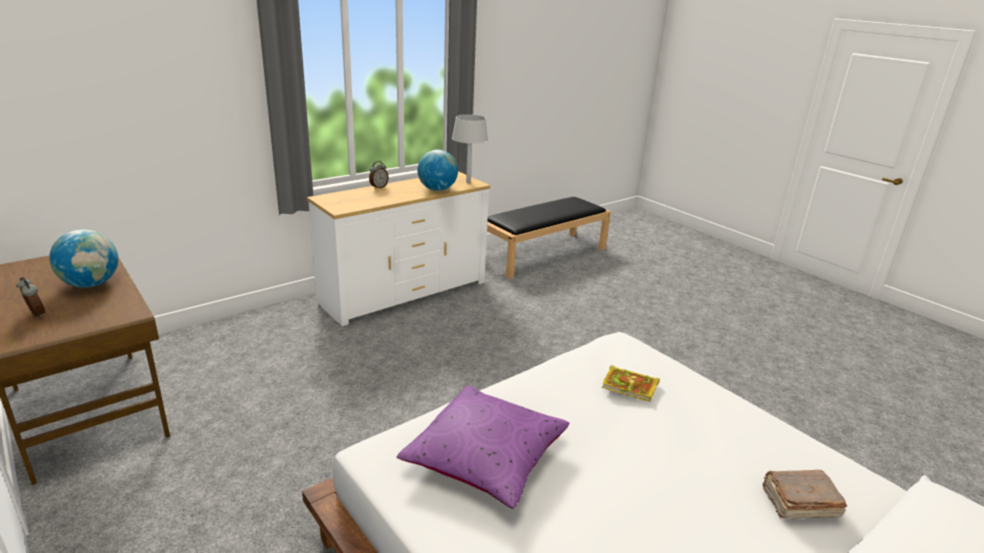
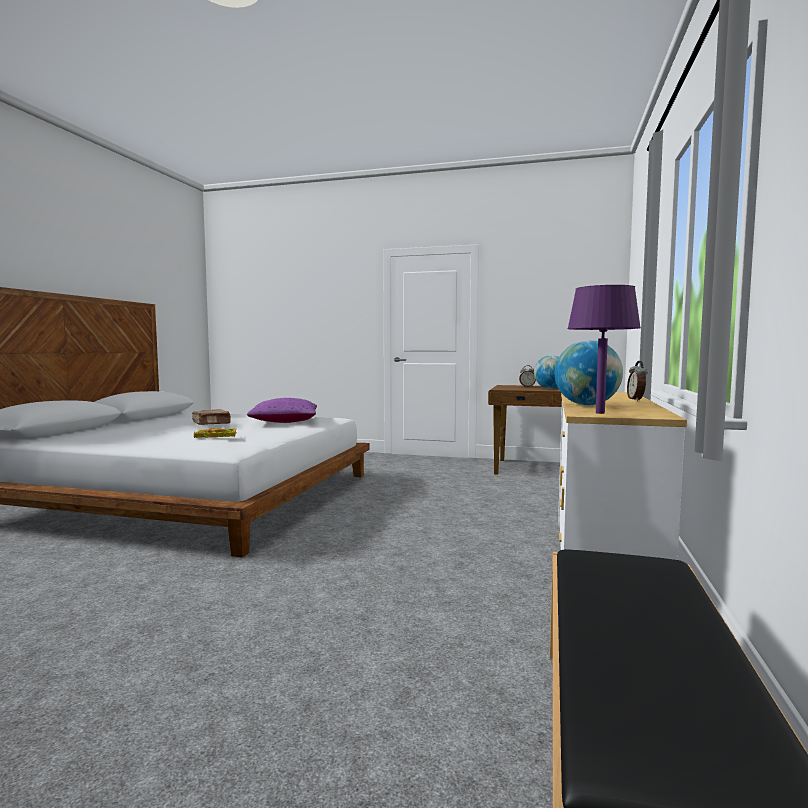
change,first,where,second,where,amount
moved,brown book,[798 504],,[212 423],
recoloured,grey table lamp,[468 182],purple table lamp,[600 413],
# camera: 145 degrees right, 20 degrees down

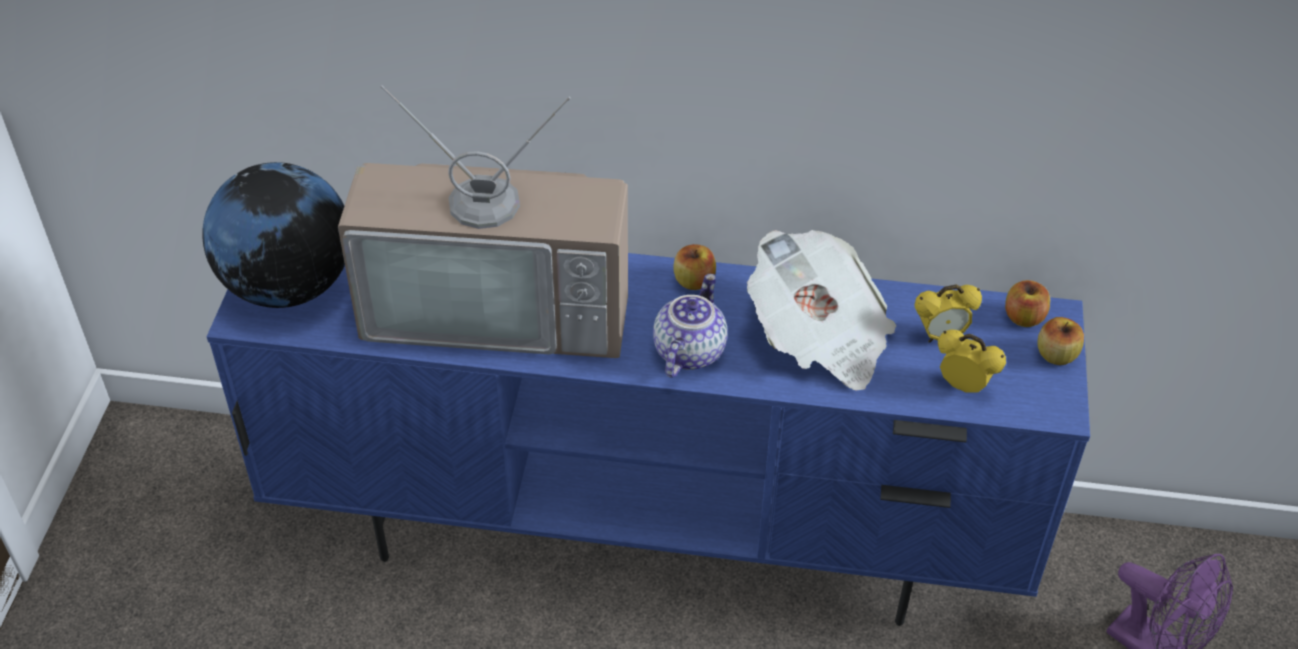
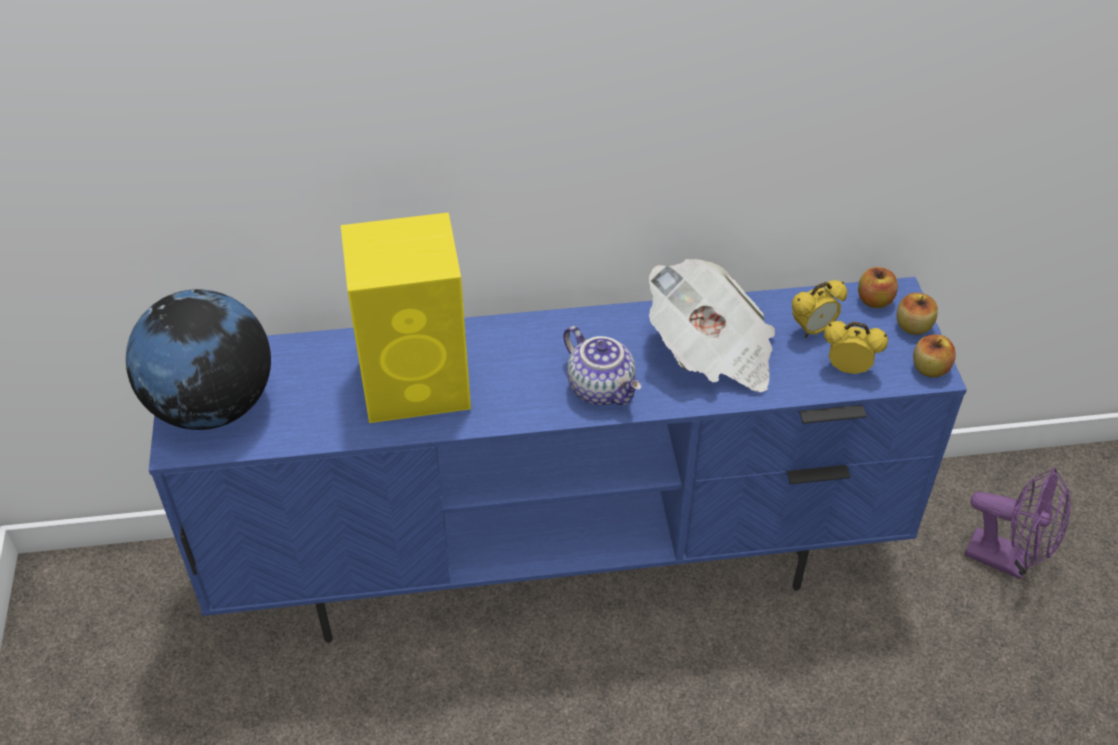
change,first,where,second,where,amount
replaced,television,[500 304],yellow speaker,[418 382],
turned,teapot,[688 351],,[602 388],135 degrees clockwise
moved,apple,[694 281],,[930 369],
# camera: 15 degrees left, 0 degrees up

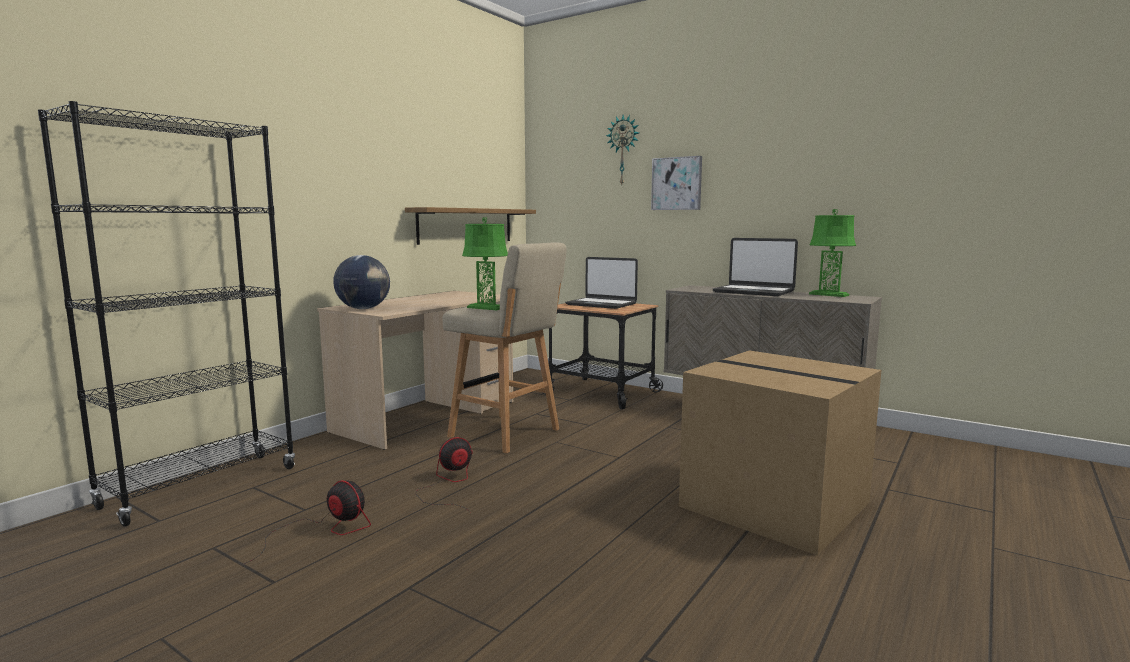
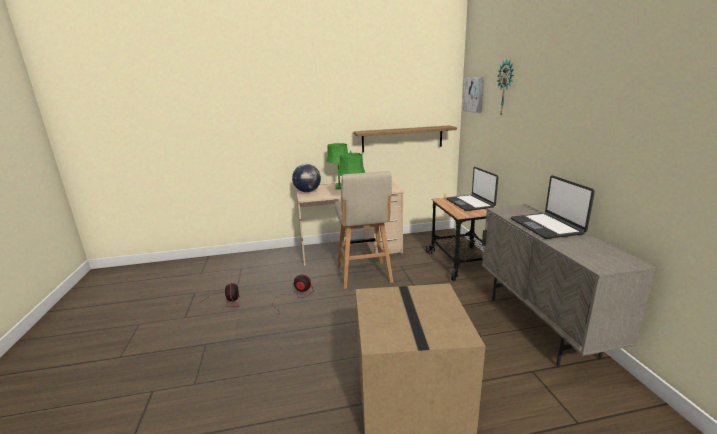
change,first,where,second,where,amount
moved,green table lamp,[828 295],,[339 186],
moved,picture,[677 183],,[474 94],
removed,black bookcase,[201 487],,,
# camera: 45 degrees right, 10 degrees up

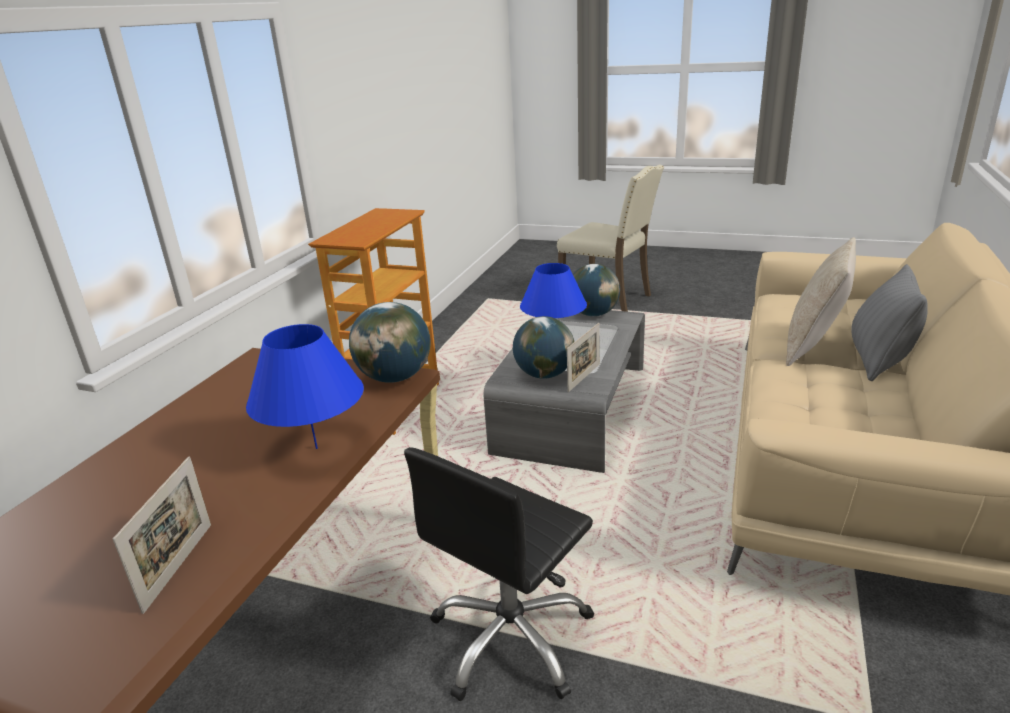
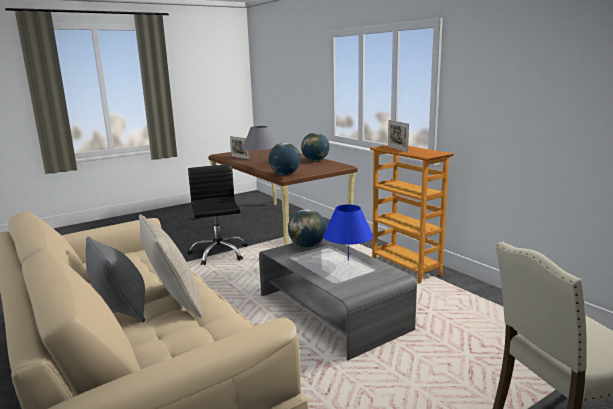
change,first,where,second,where,amount
recoloured,blue table lamp,[316 448],grey table lamp,[261 166],
moved,globe,[593 314],,[315 160],
moved,picture frame,[583 378],,[397 149],
# camera: 125 degrees right, 10 degrees down

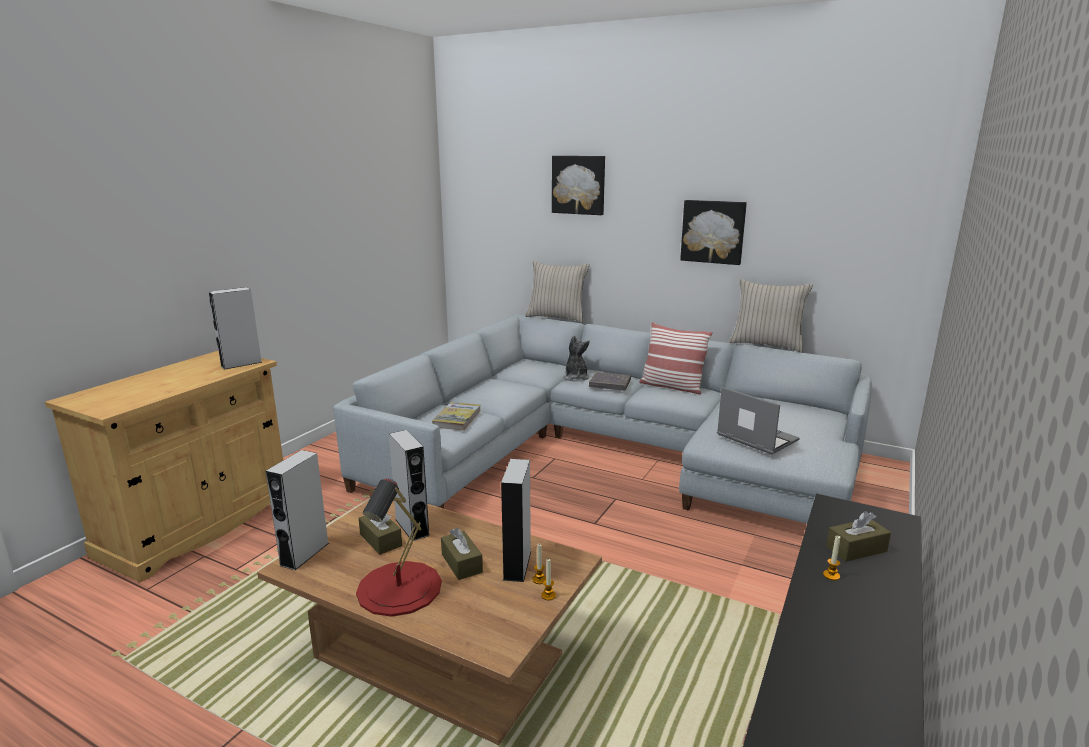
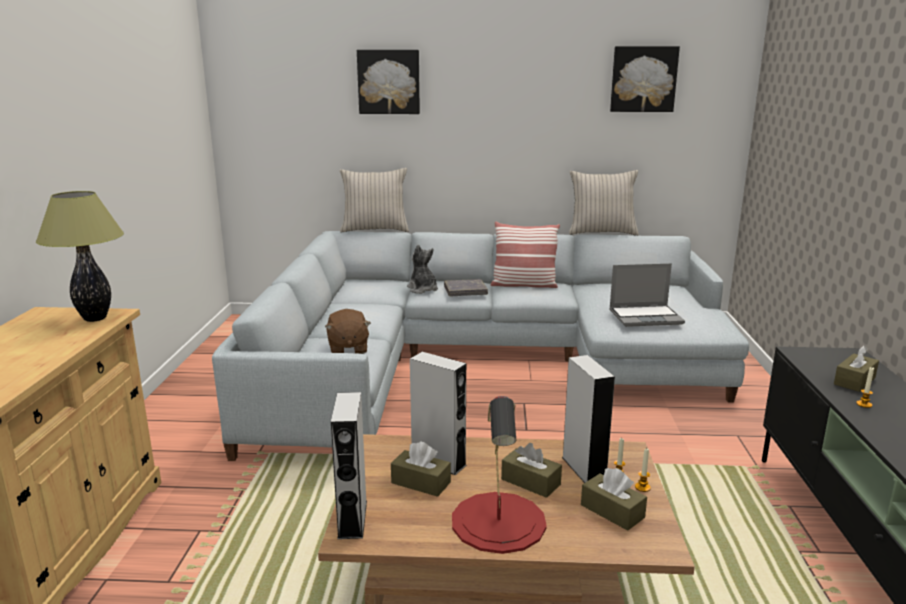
change,first,where,second,where,amount
replaced,grey speaker,[241 364],table lamp,[96 318],
replaced,book,[457 418],brown plush toy,[348 349],
added,,,brown tissue box,[612 511],
turned,laptop,[755 438],,[646 317],150 degrees clockwise
moved,picture,[713 231],,[643 79],
# camera: 25 degrees left, 0 degrees up

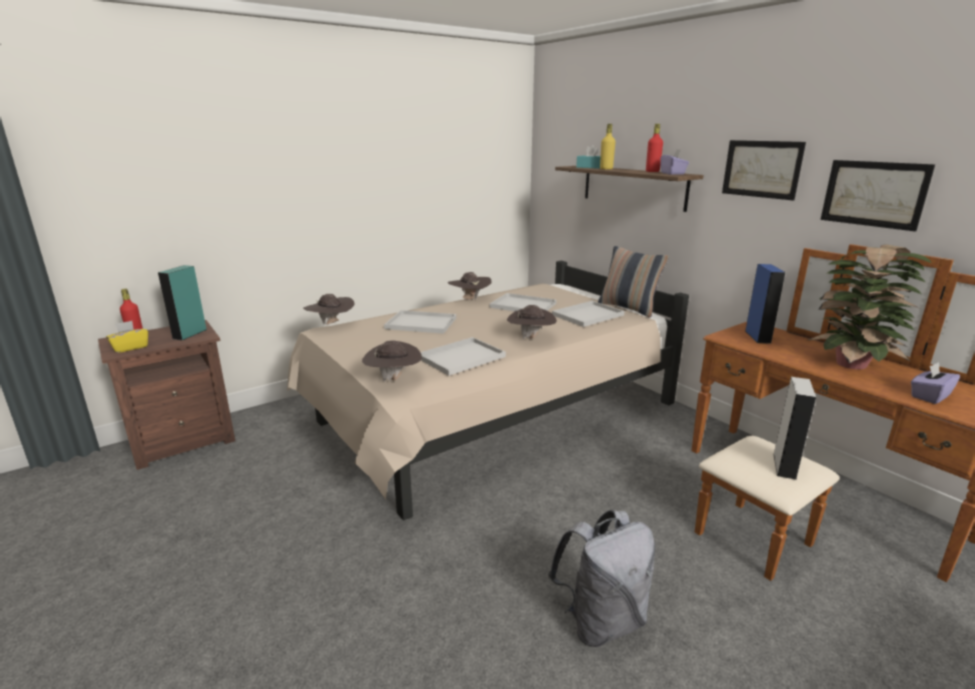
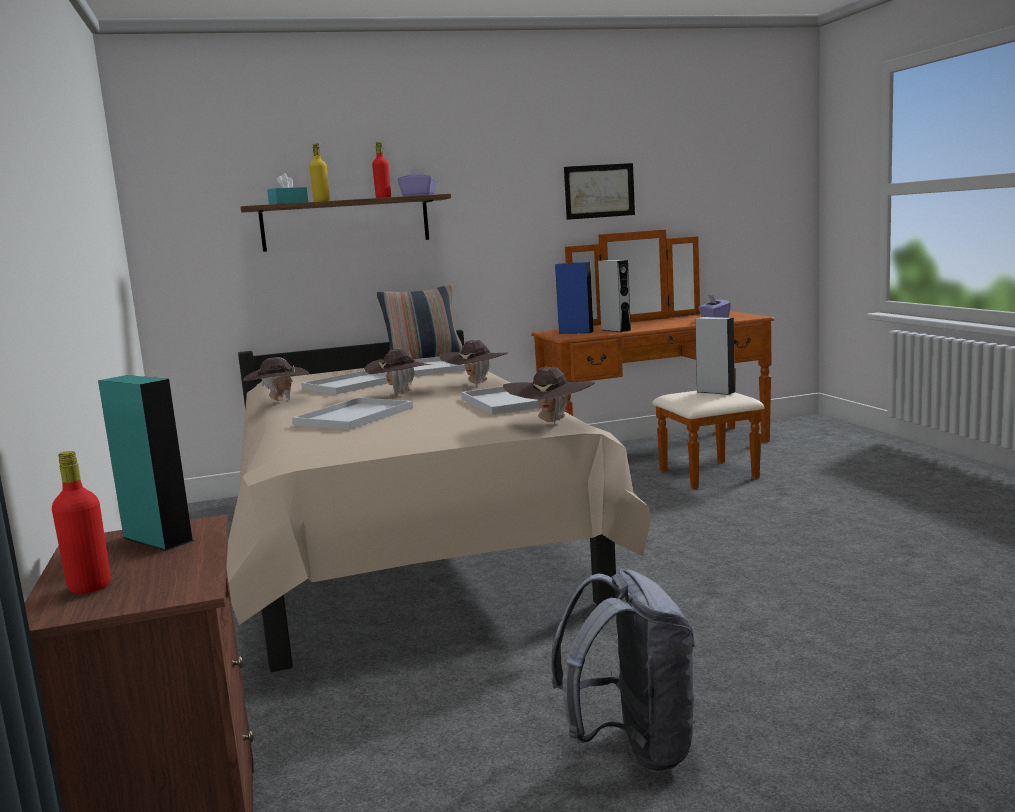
change,first,where,second,where,amount
moved,brown hat,[331 325],,[401 394],
moved,grey backpack,[601 620],,[632 748],
added,,,grey speaker,[615 330],
removed,yellow tissue box,[130 347],,,
removed,picture,[761 169],,,
removed,potted plant,[851 365],,,
# camera: 70 degrees left, 10 degrees down

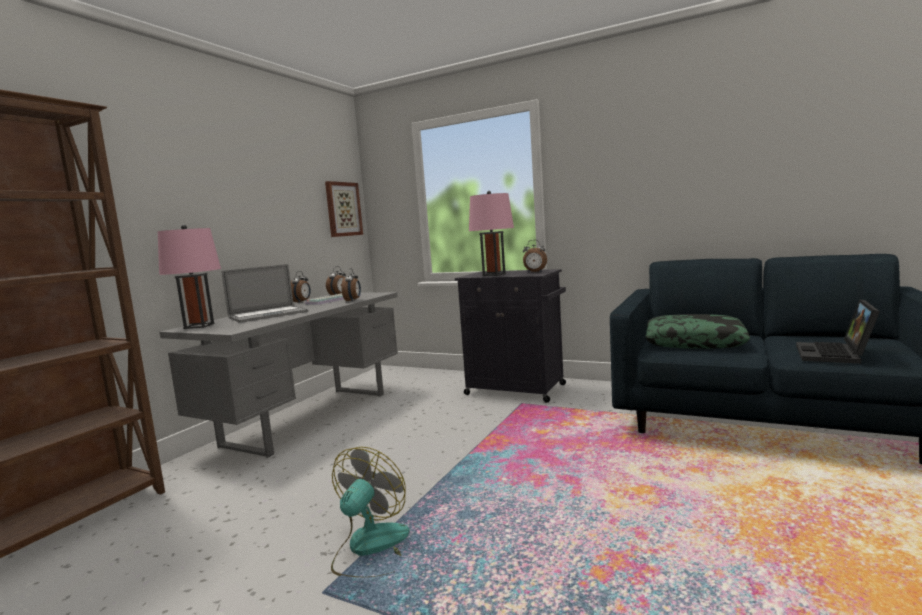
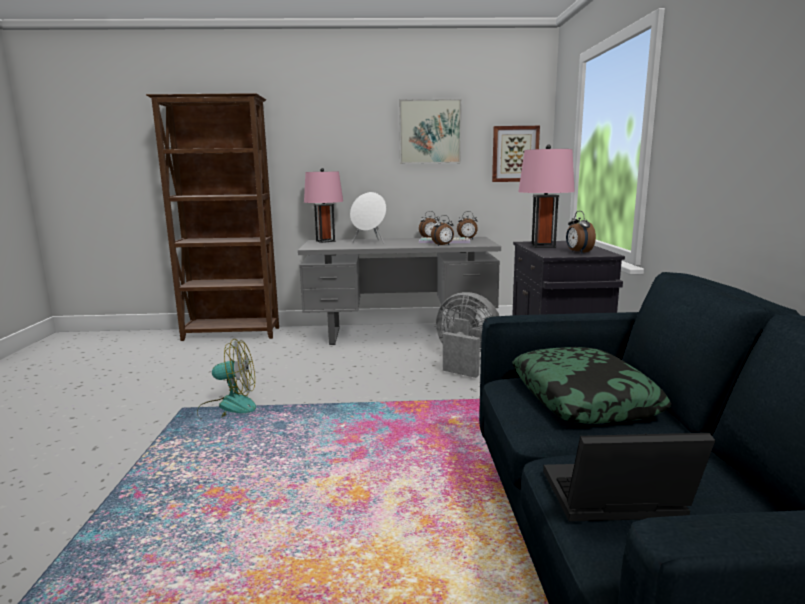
change,first,where,second,where,amount
replaced,laptop,[268 314],white speaker,[370 243],
added,,,picture,[430 131],
added,,,grey fan,[465 362],
# camera: 60 degrees right, 5 degrees up

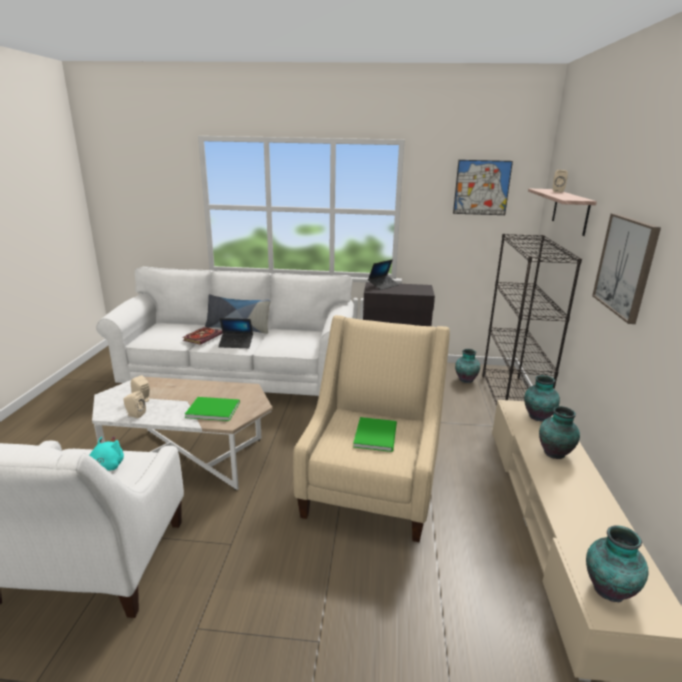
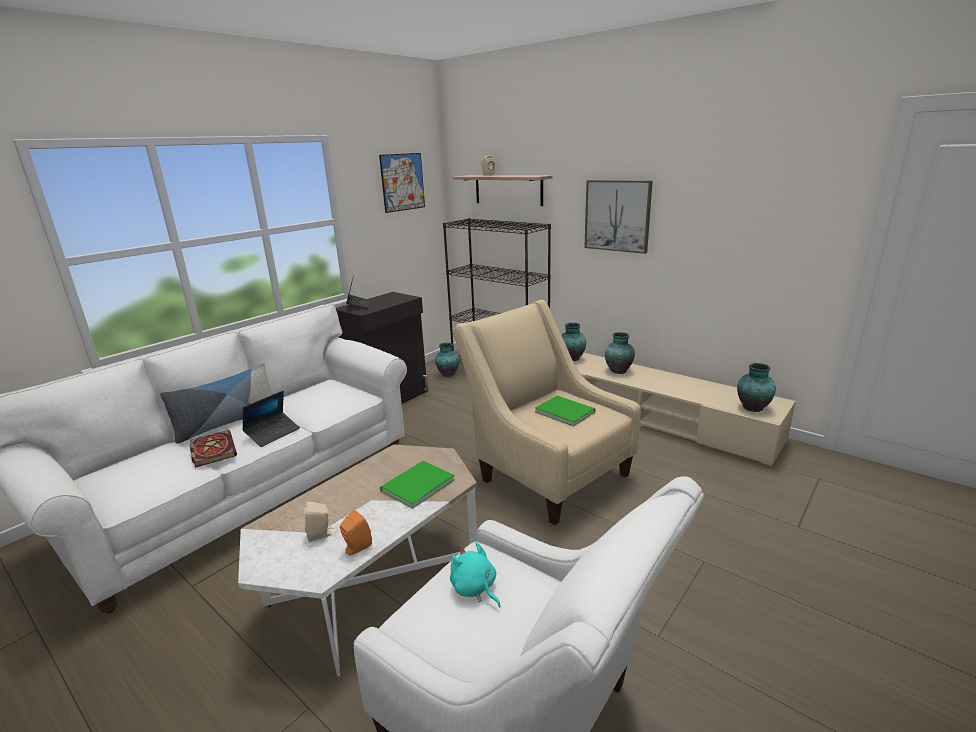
change,first,where,second,where,amount
recoloured,beige speaker,[135 414],orange speaker,[356 548],
# camera: 55 degrees left, 0 degrees up

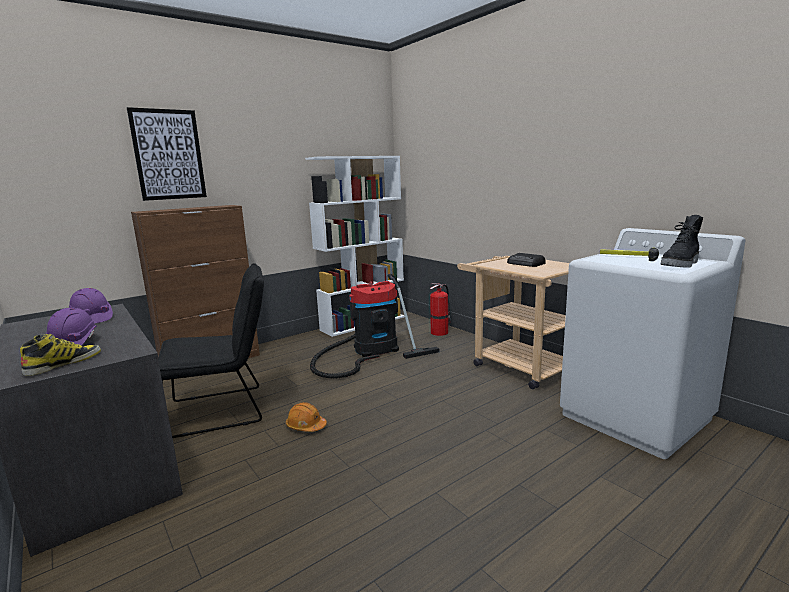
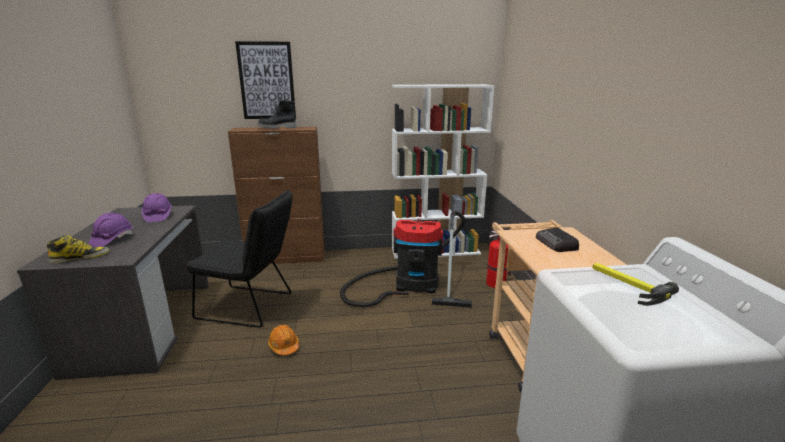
change,first,where,second,where,amount
moved,black boot,[681 265],,[277 128],
# camera: 30 degrees right, 5 degrees up

